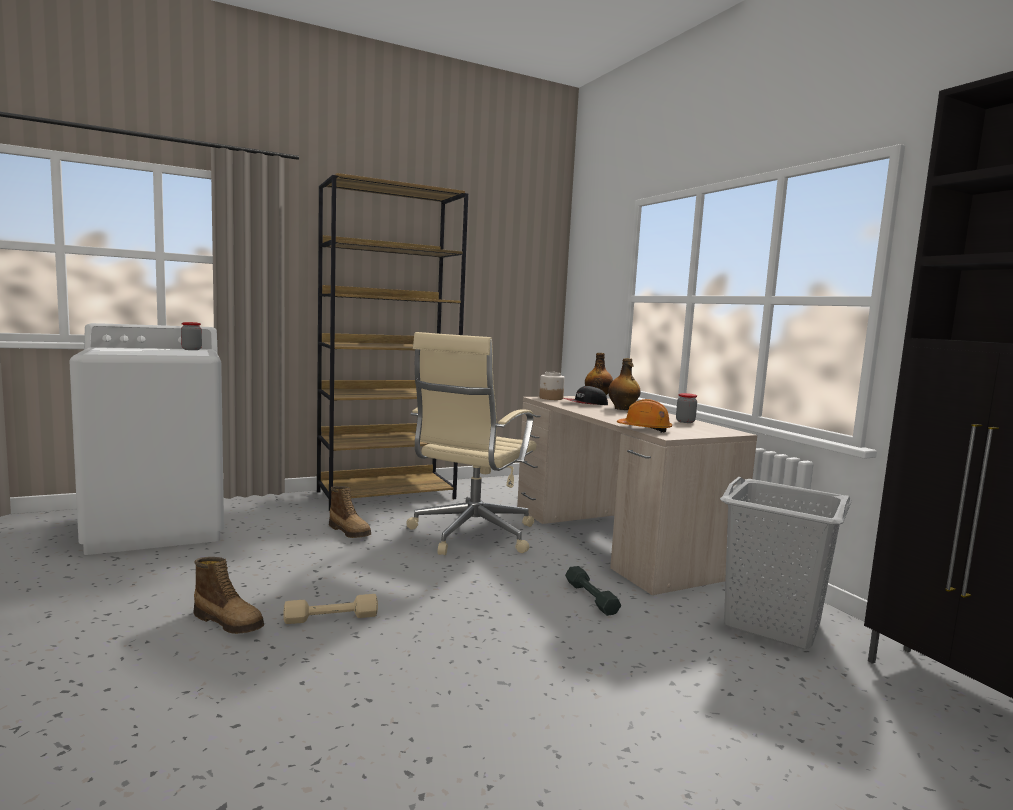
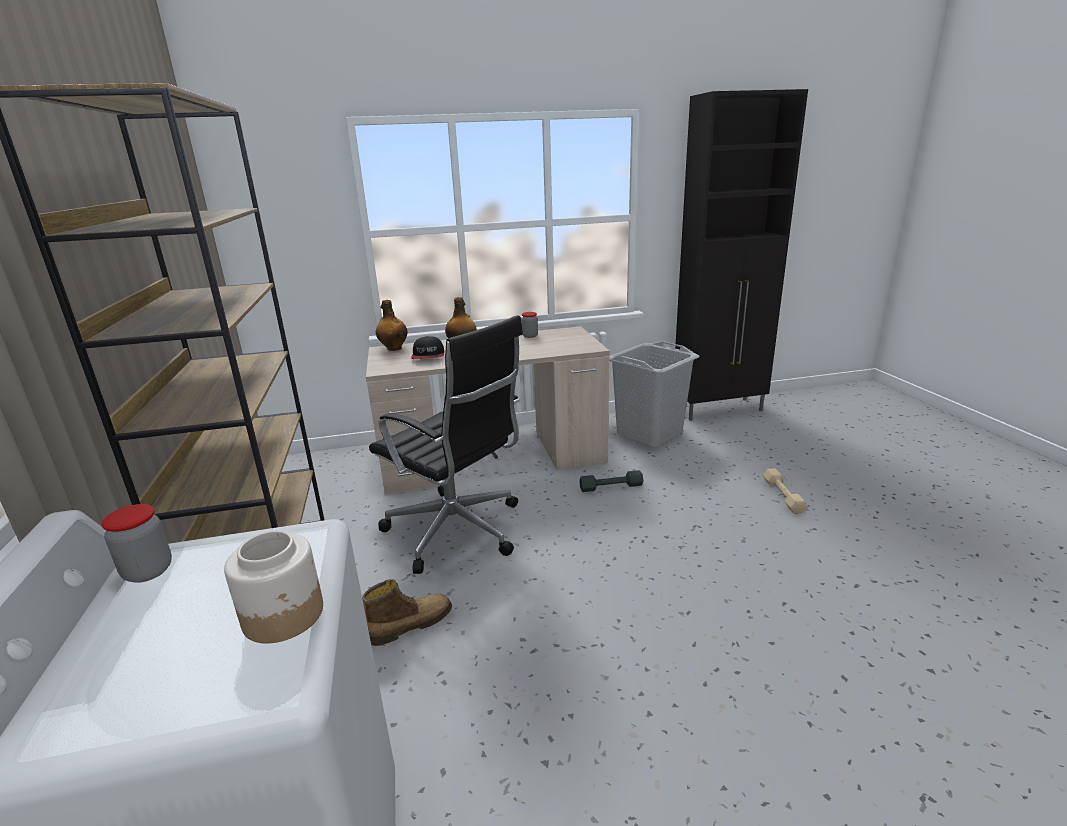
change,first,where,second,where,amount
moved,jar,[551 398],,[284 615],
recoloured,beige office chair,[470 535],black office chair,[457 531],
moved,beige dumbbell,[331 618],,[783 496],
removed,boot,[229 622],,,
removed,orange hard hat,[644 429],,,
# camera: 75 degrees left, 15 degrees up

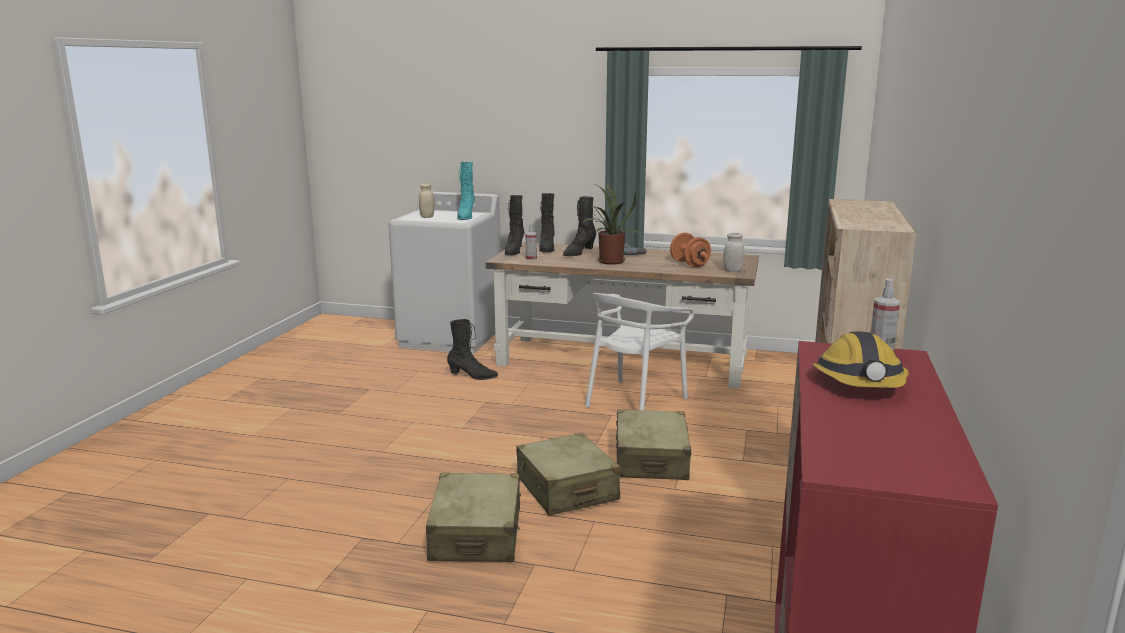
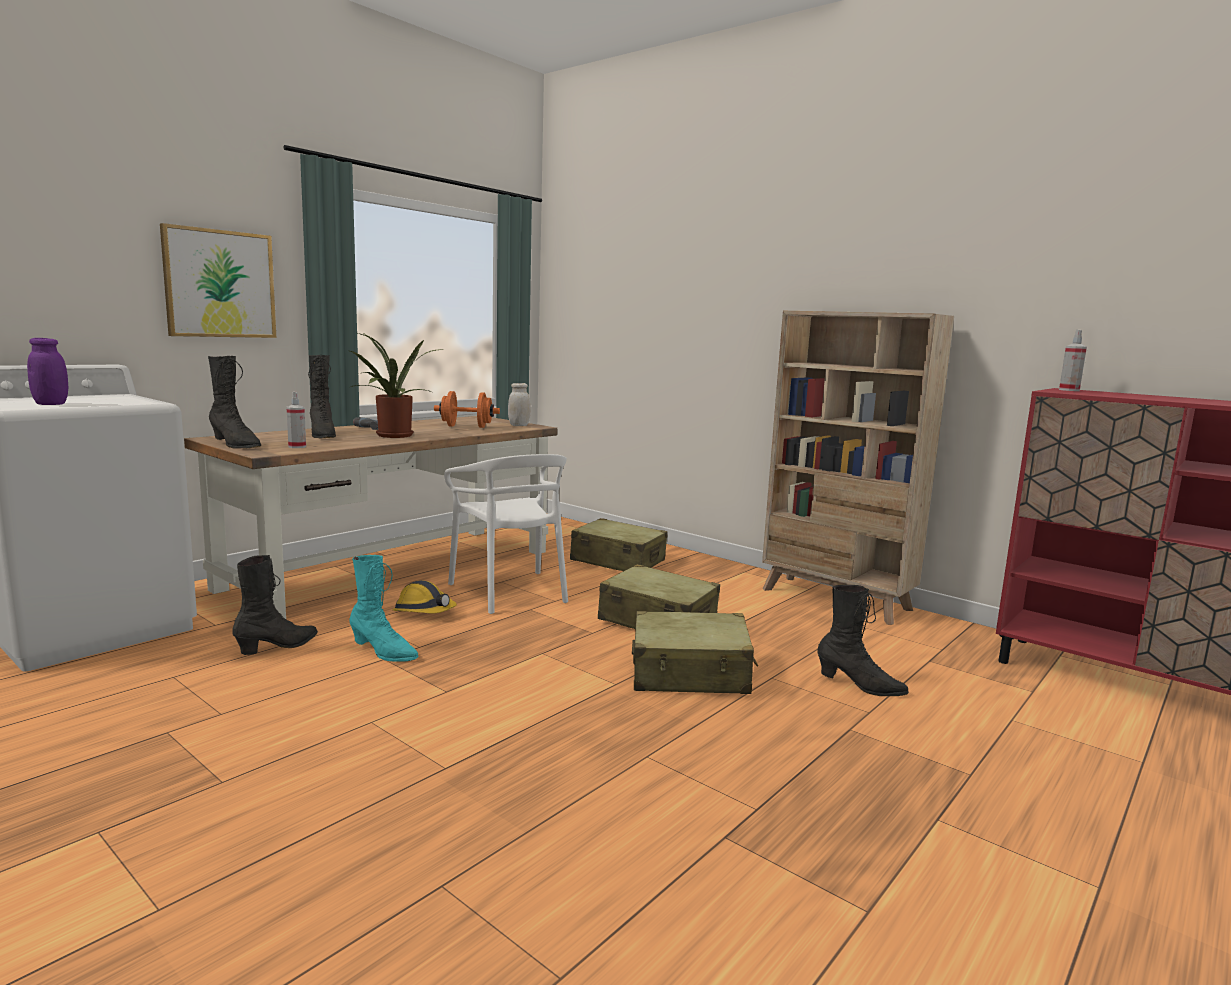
change,first,where,second,where,amount
recoloured,beige jar,[427 217],purple jar,[51 404],
added,,,picture,[220 284],
moved,turquoise boot,[465 217],,[383 652],
moved,hard hat,[860 383],,[424 612],
moved,beige suitcase,[476 534],,[618 561],
moved,black boot,[547 249],,[860 686],
# camera: 65 degrees left, 5 degrees down

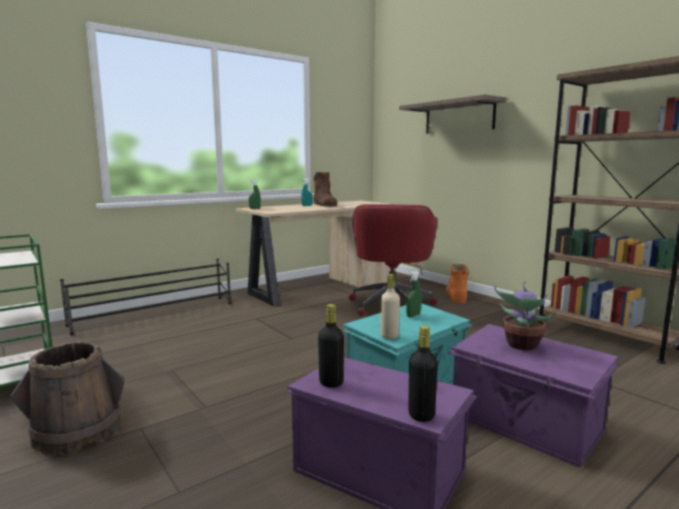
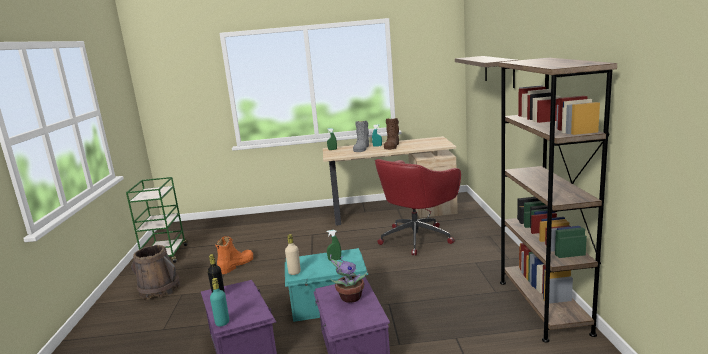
change,first,where,second,where,amount
recoloured,black bottle,[421 415],turquoise bottle,[222 323],
moved,orange boot,[456 296],,[236 265],
added,,,grey boot,[361 148],
removed,black shoe rack,[155 314],,,
# camera: 35 degrees right, 5 degrees up

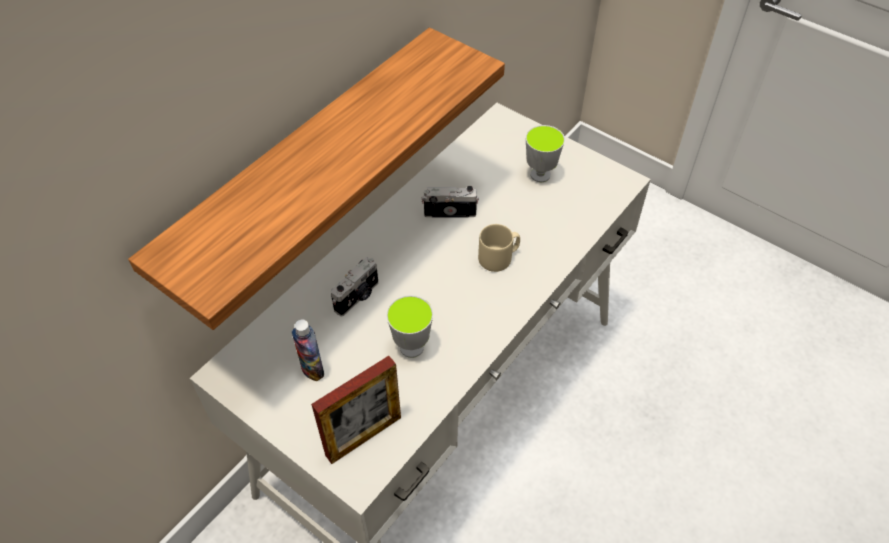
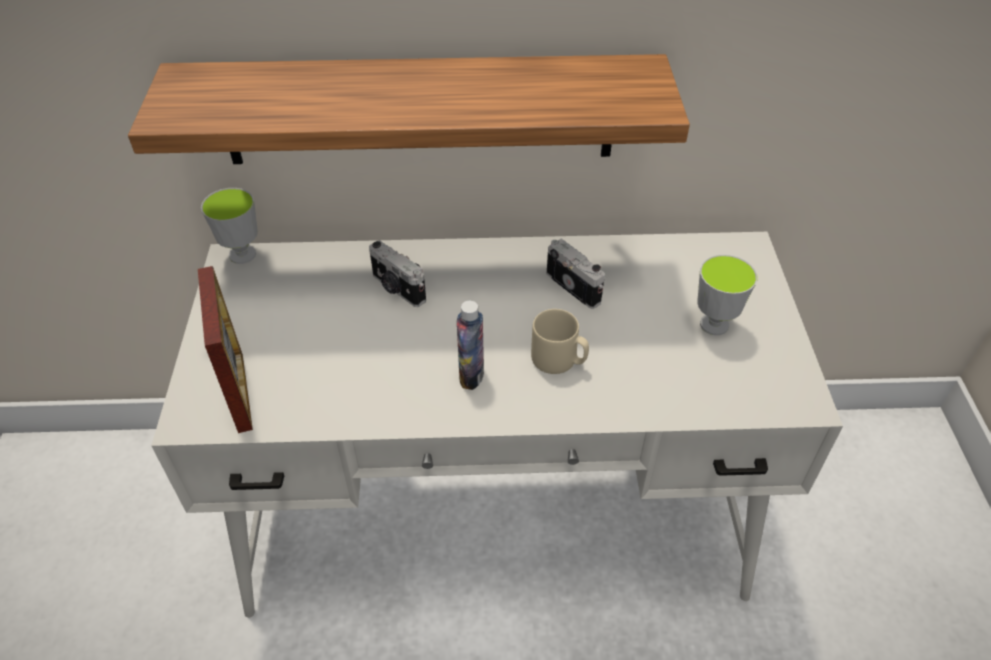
change,first,where,second,where,amount
turned,picture frame,[363 436],,[240 392],120 degrees counterclockwise
moved,cup,[411 347],,[242 254],
turned,photo camera,[358 297],,[397 289],45 degrees clockwise
moved,bottle,[312 369],,[471 375],
# camera: 50 degrees right, 5 degrees down

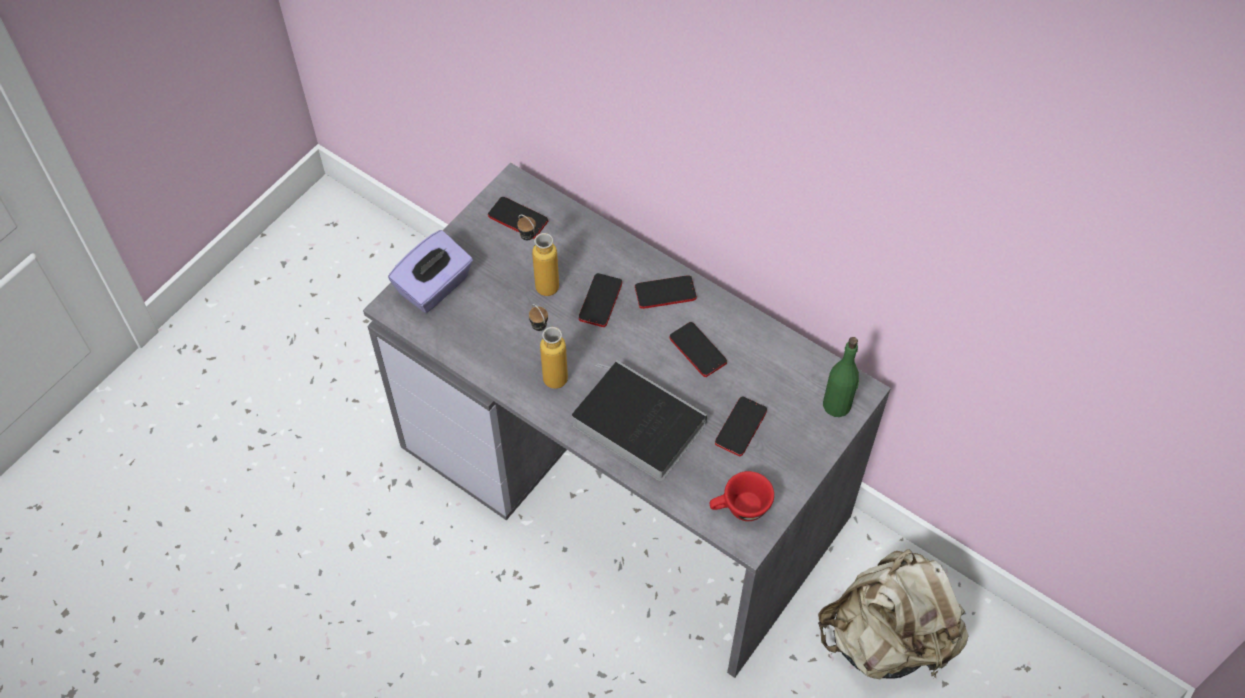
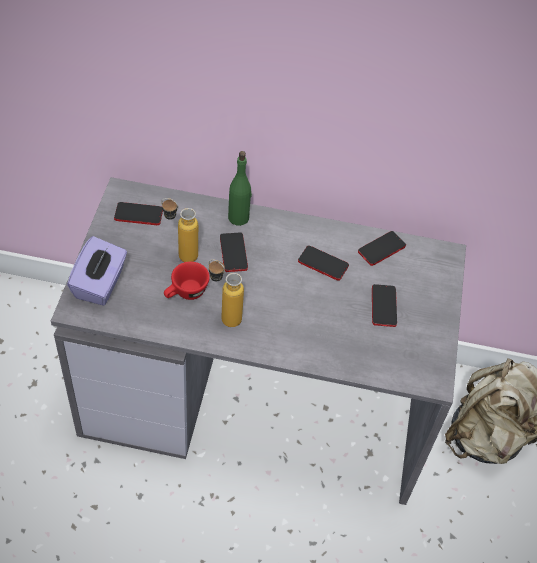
change,first,where,second,where,amount
moved,red cup,[740 509],,[186 293],
moved,green bottle,[837 405],,[239 217],
moved,phone,[665 293],,[381 249],
removed,book,[634 423],,,
# camera: 30 degrees left, 5 degrees down

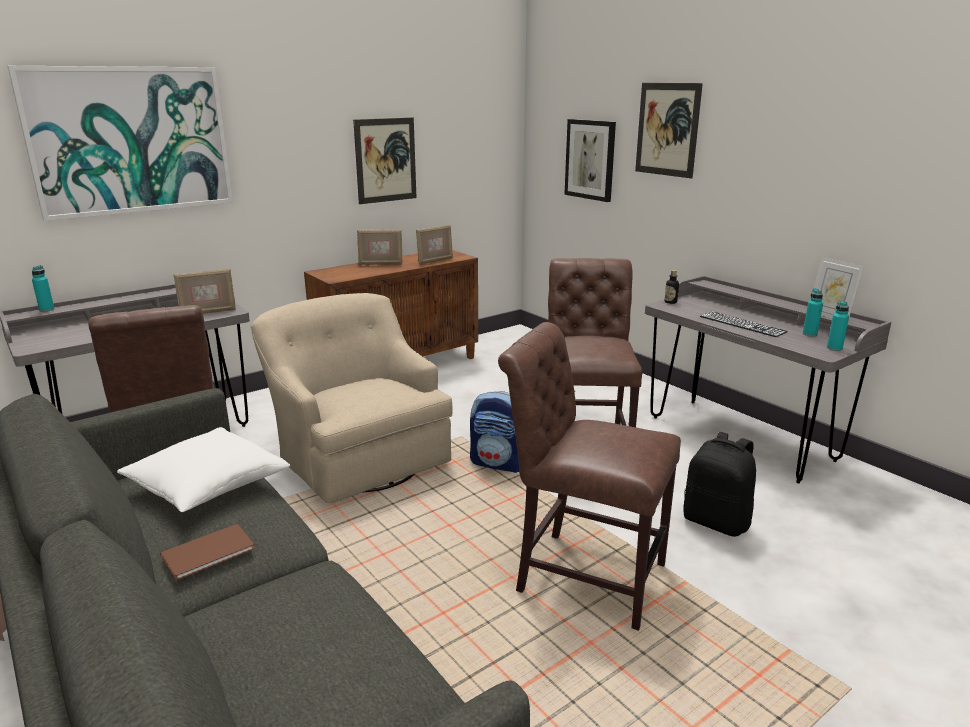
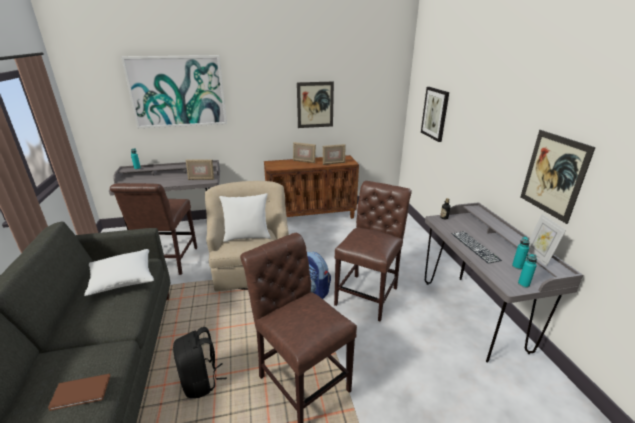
change,first,where,second,where,amount
moved,brown book,[211 552],,[82 393],
moved,black backpack,[716 522],,[201 381],
added,,,white pillow,[247 236],
moved,picture,[667 129],,[553 175],
# camera: 25 degrees right, 5 degrees up

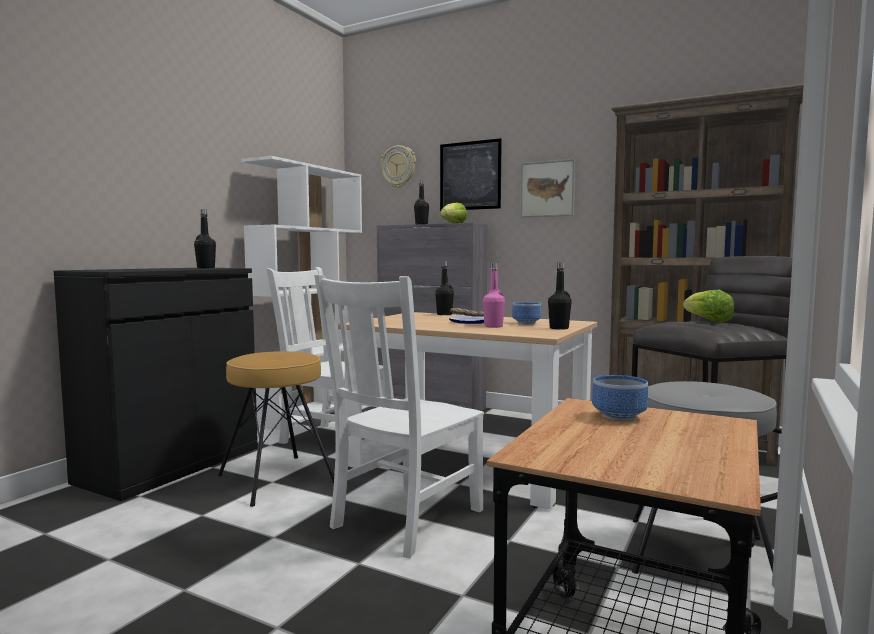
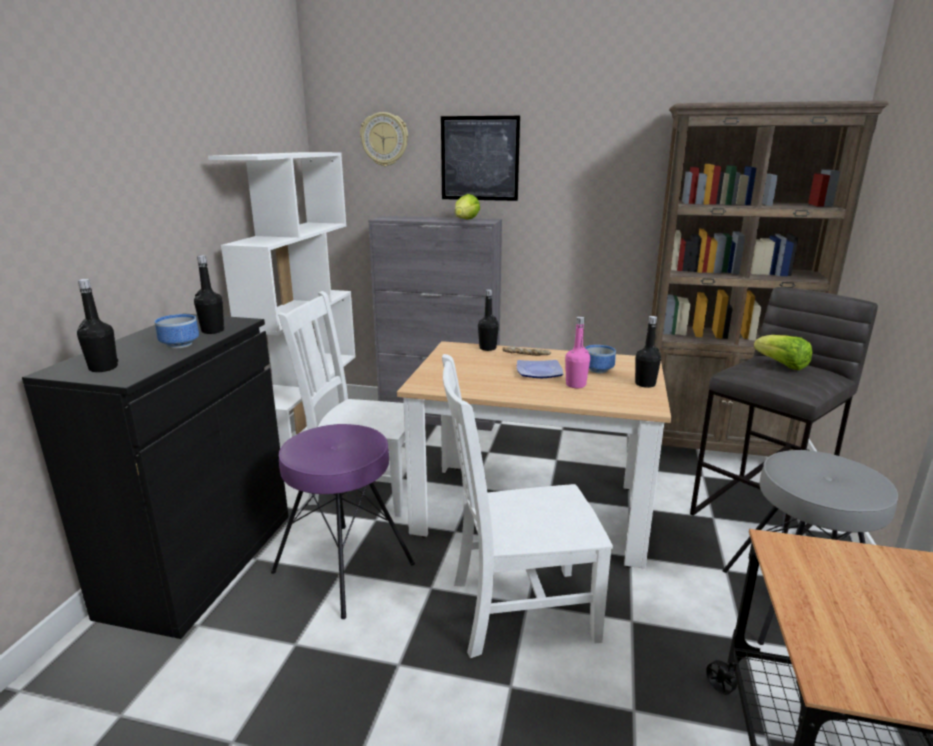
change,first,where,second,where,amount
moved,black bottle,[421 224],,[103 368],
moved,bowl,[620 417],,[180 345],
recoloured,brown stool,[277 479],purple stool,[344 567],
turned,white chair,[404 520],,[517 610],60 degrees clockwise
removed,picture,[547 189],,,
# camera: 15 degrees left, 15 degrees up

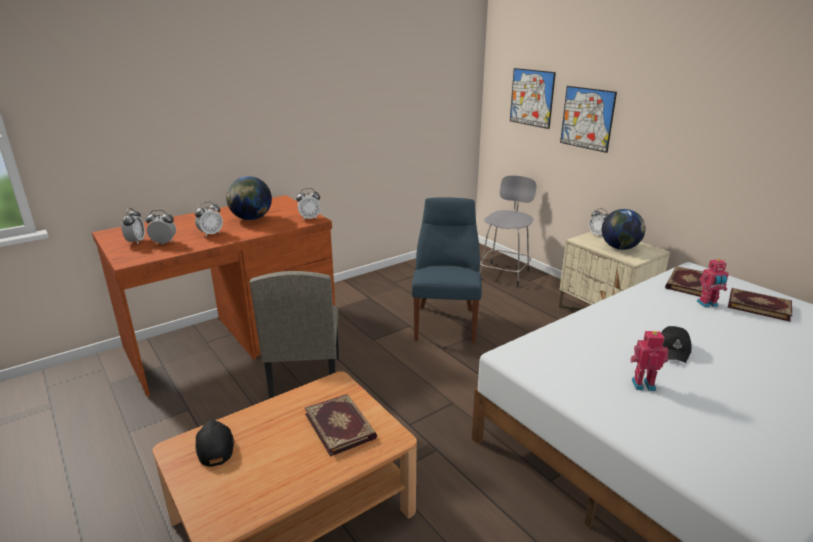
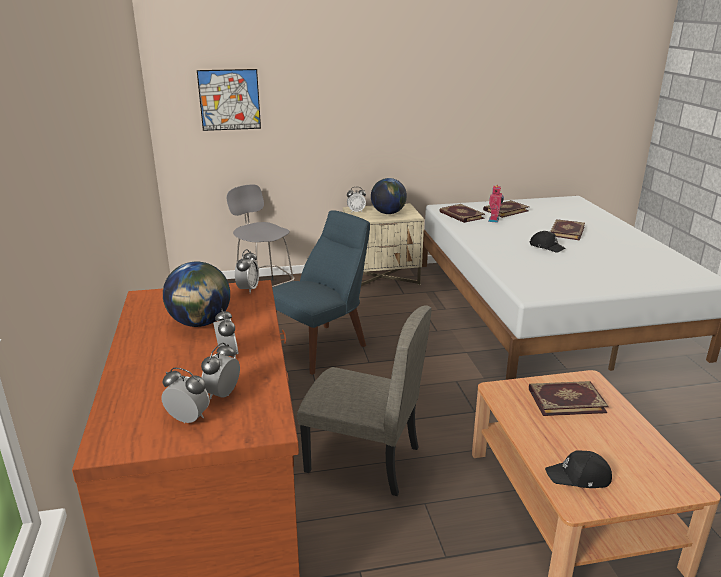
change,first,where,second,where,amount
turned,blue chair,[445 321],,[323 347],105 degrees clockwise
added,,,book,[566 231],
removed,picture,[587 118],,,
removed,toy robot,[643 384],,,
# camera: 65 degrees left, 0 degrees up

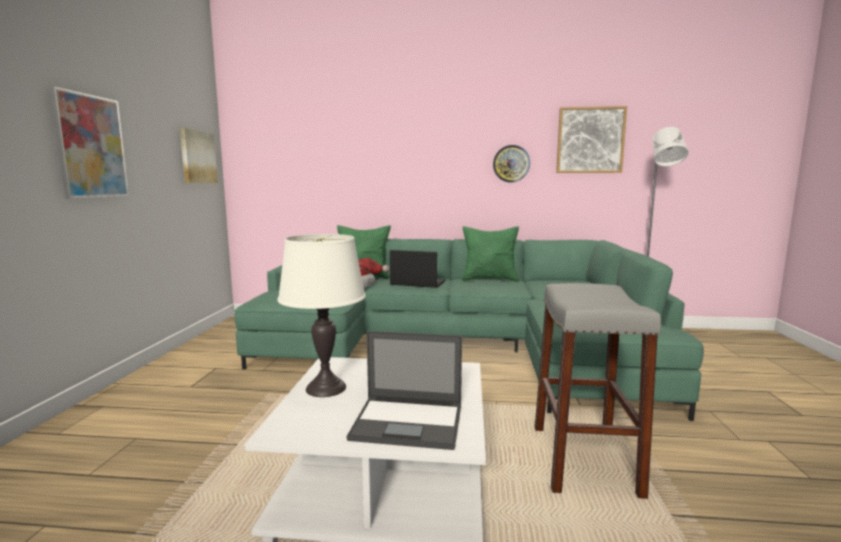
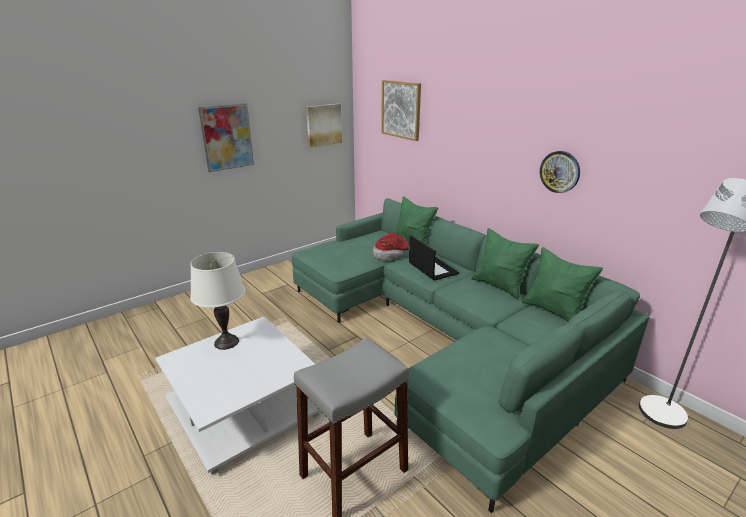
change,first,where,second,where,amount
moved,picture,[590 140],,[401 109],
added,,,green pillow,[554 312],
removed,laptop,[409 423],,,
# camera: 45 degrees right, 15 degrees up

